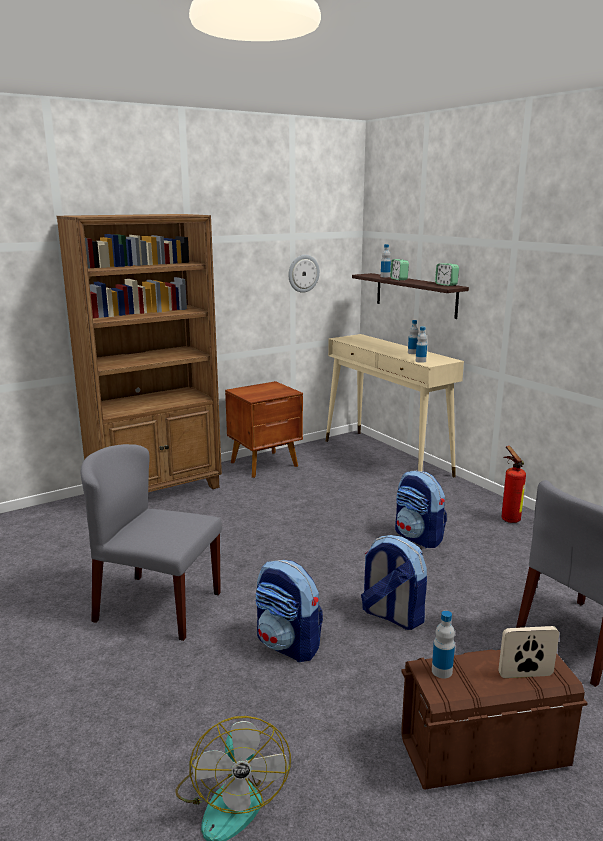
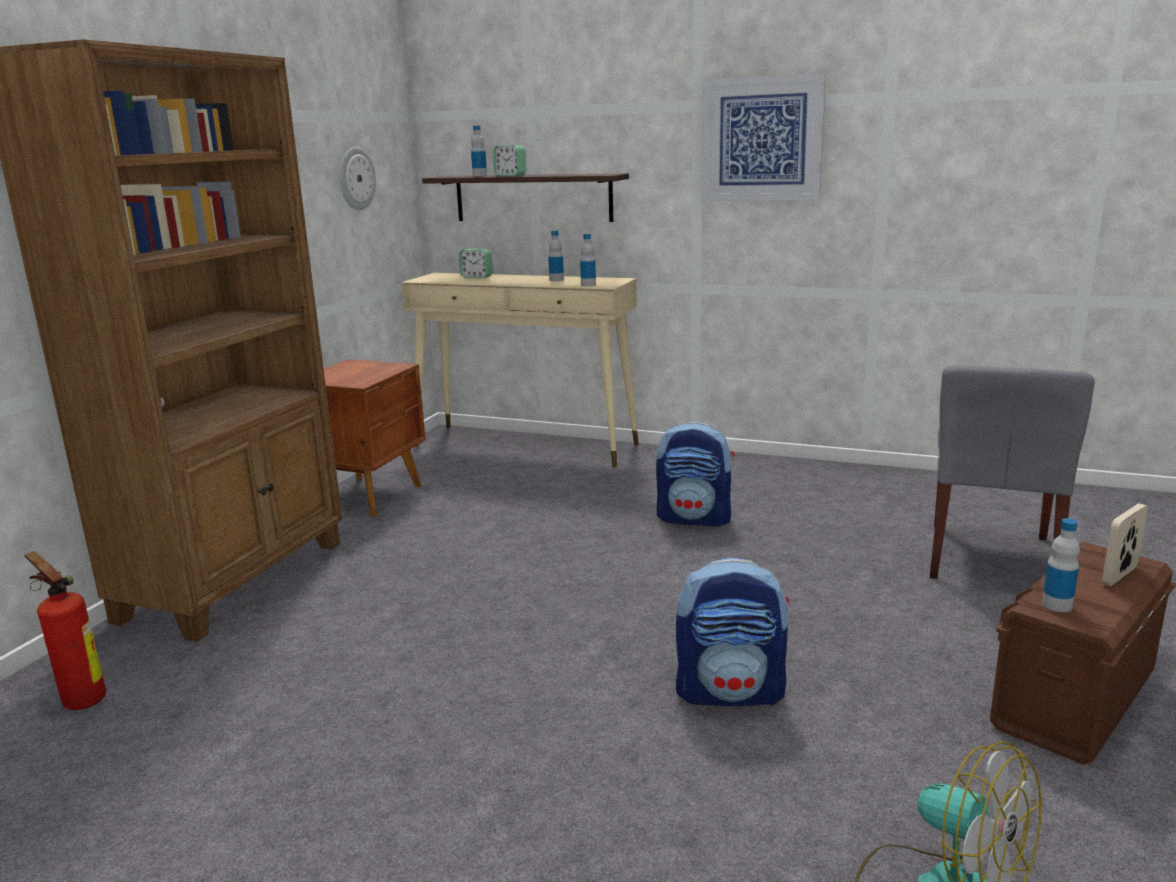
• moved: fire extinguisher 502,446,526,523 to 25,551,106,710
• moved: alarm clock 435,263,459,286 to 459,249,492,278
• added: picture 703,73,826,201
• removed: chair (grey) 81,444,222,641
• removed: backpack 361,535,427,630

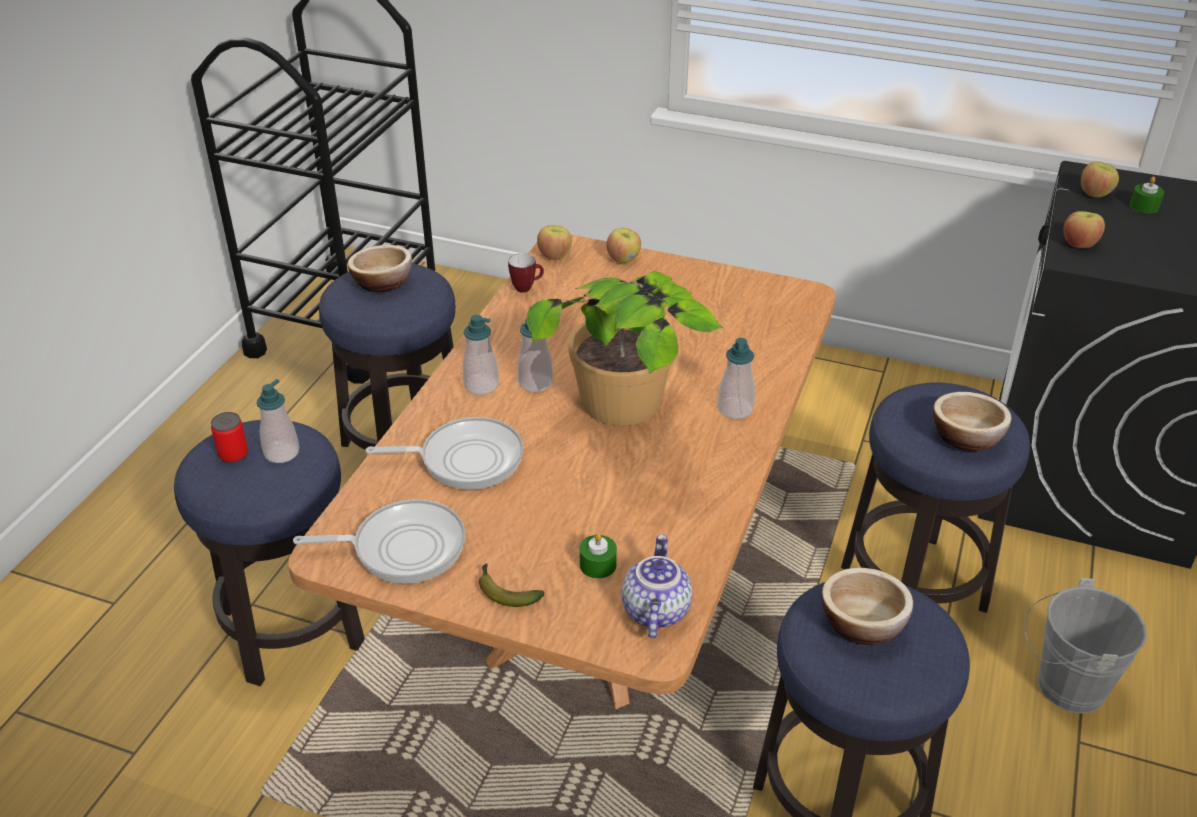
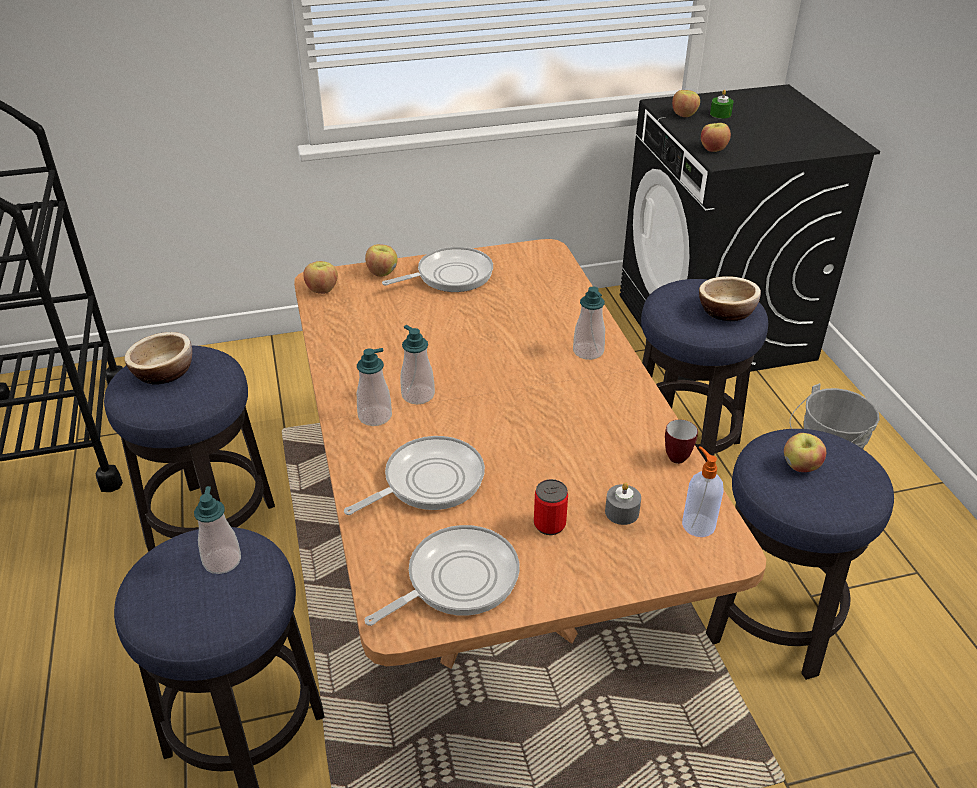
• added: frying pan 382,247,493,292
• moved: can 211,412,248,463 to 534,479,568,535
• recoloured: candle (green) 580,533,617,579 to candle (grey) 605,483,641,525
• moved: mug 508,253,544,293 to 665,420,698,464
• replaced: teapot 622,534,693,638 to soap dispenser 682,446,724,537
• replaced: bowl 822,568,913,645 to apple 784,433,826,472
• removed: banana 479,563,544,607
• removed: potted plant 527,271,723,426

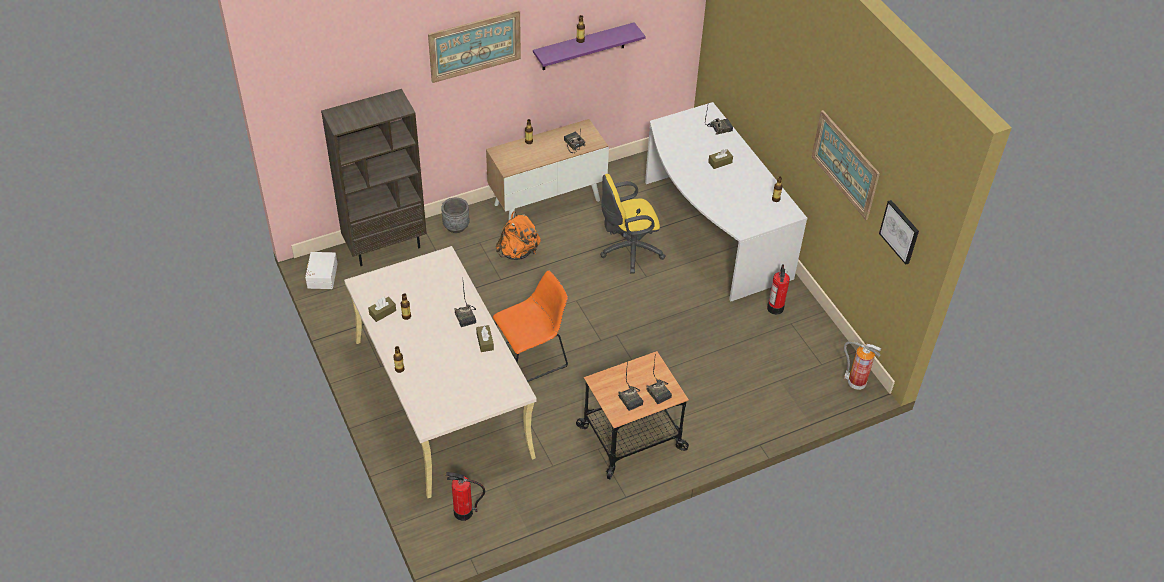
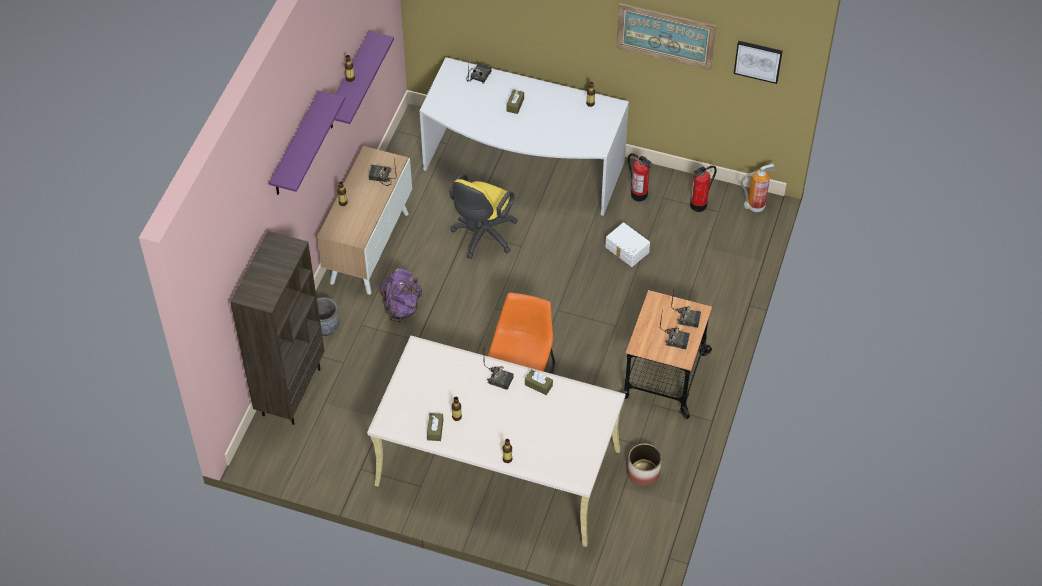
• replaced: picture 428,10,521,83 to shelf (purple) 269,91,345,195
• recoloured: backpack (orange) 495,211,541,260 to backpack (purple) 380,269,422,322
• moved: storage box (white) 305,252,337,289 to 605,222,650,267
• added: planter 627,444,662,486
• moved: fire extinguisher 446,472,485,521 to 690,166,717,212

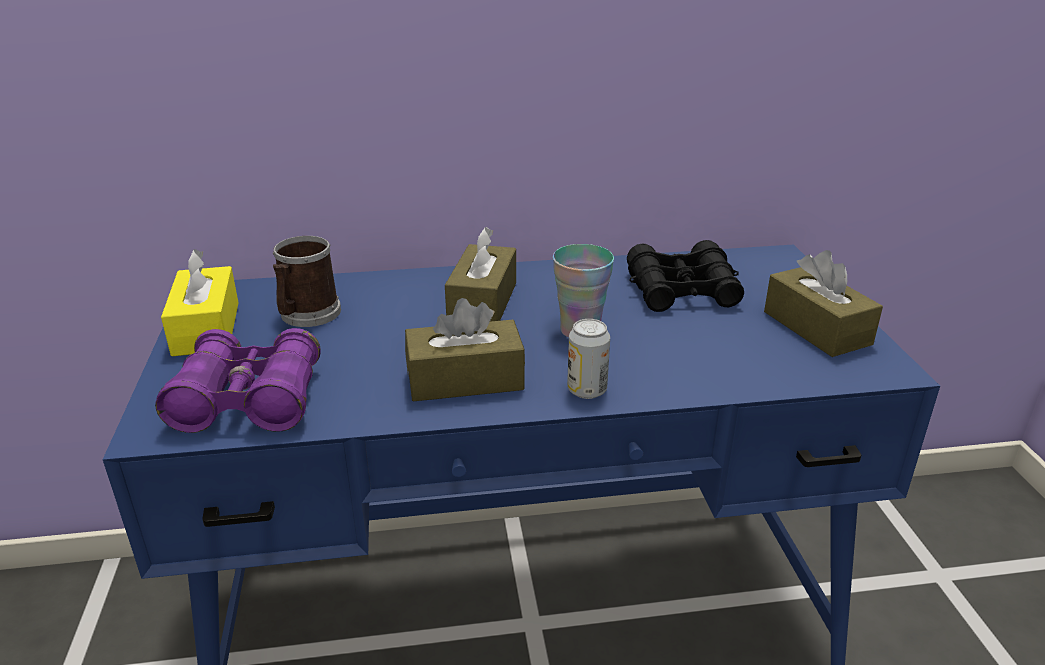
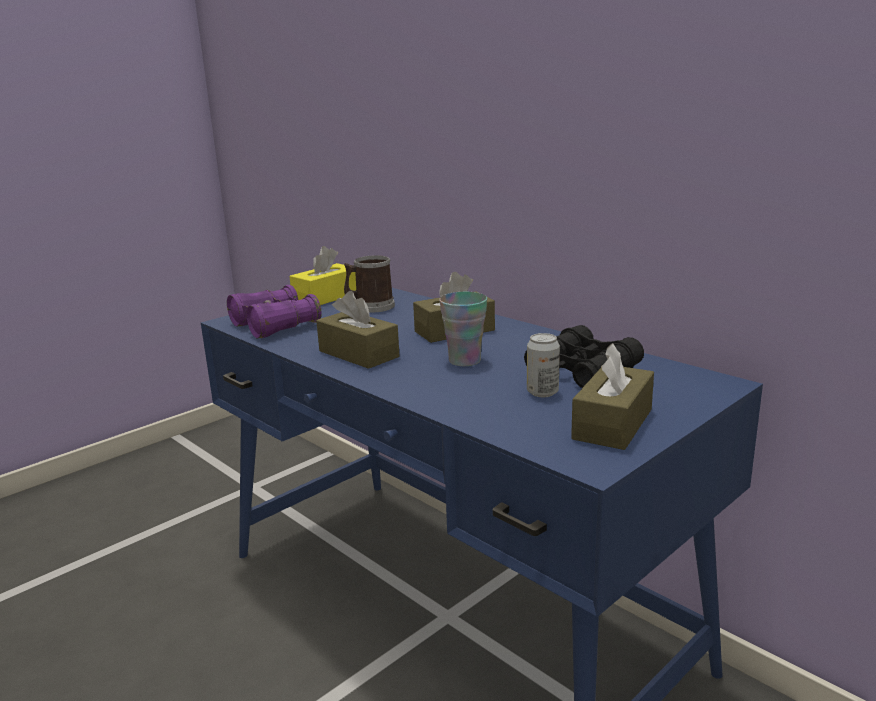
• moved: can 567,319,610,399 to 527,333,560,397

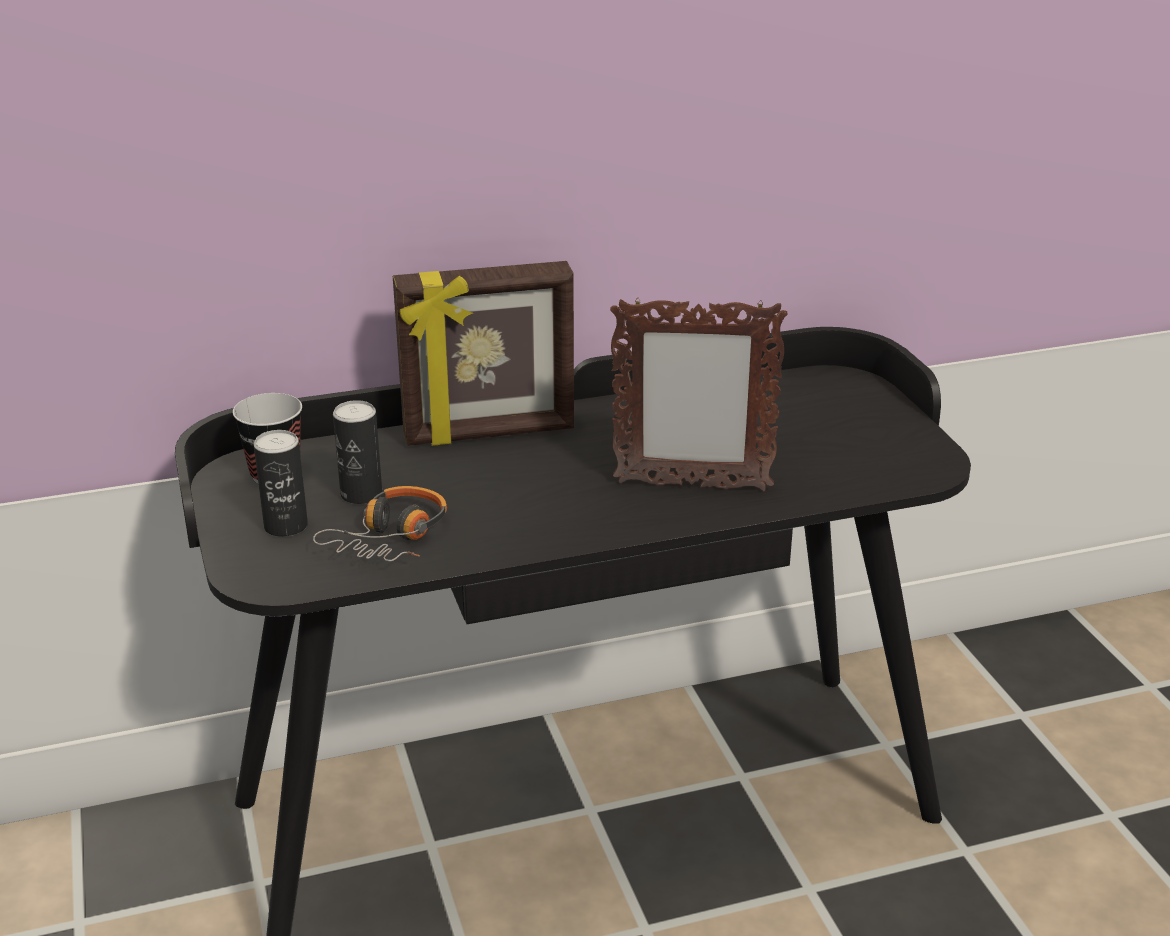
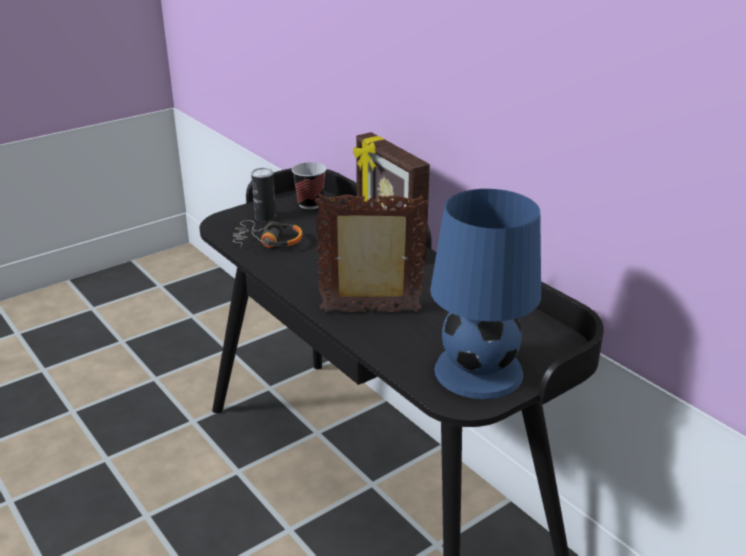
• turned: picture frame 610,298,787,491 = 315,194,428,313 105 degrees clockwise
• added: table lamp (blue) 430,189,541,399
• removed: can 333,400,382,504

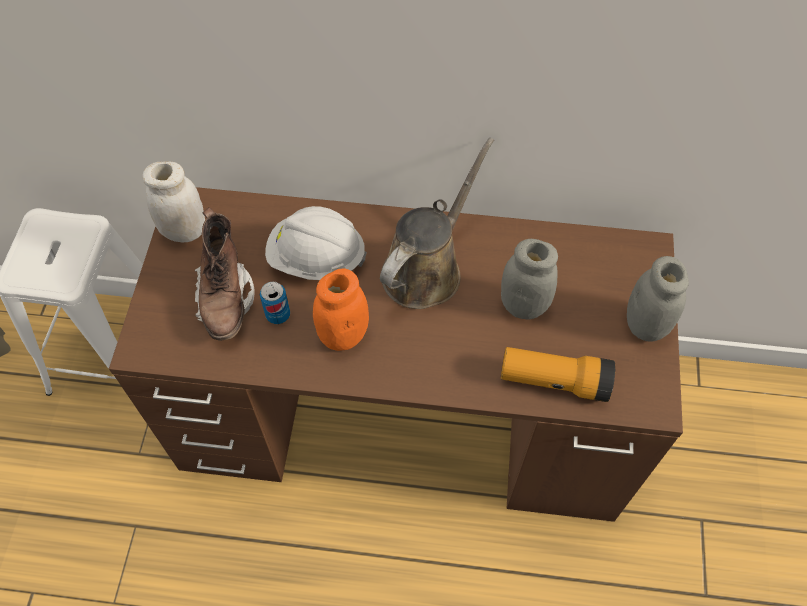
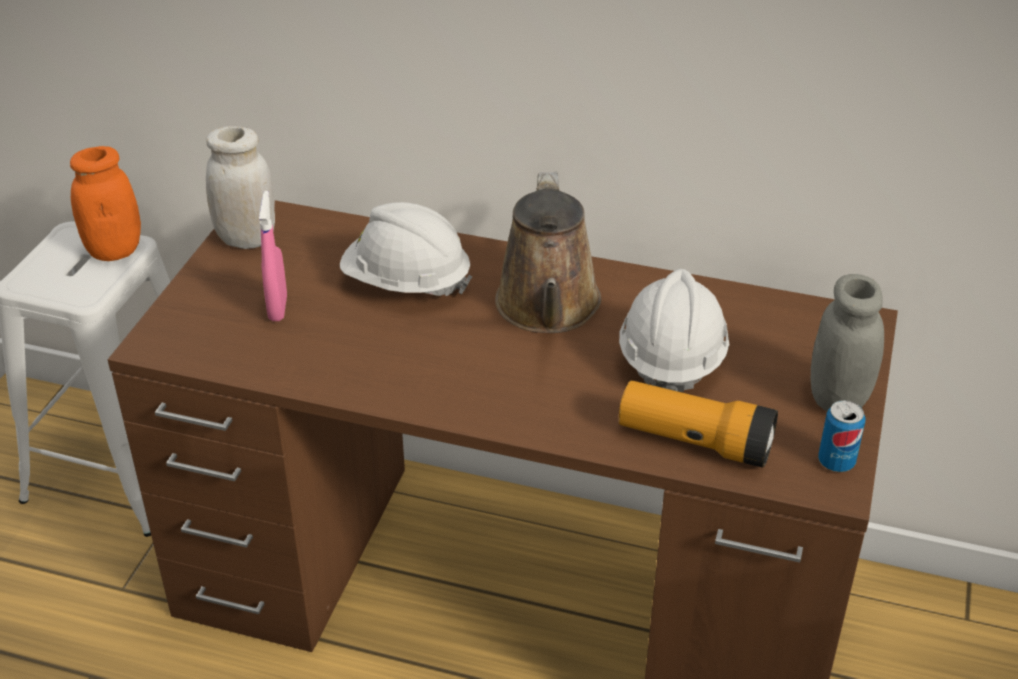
• moved: jar (orange) 313,268,369,351 to 70,146,141,261
• replaced: boot (brown) 195,207,255,341 to spray bottle (pink) 259,191,287,321
• turned: watering can (brown) 380,138,494,309 = 495,172,601,333 135 degrees clockwise
• replaced: jar (grey) 501,239,558,320 to hard hat (white) 619,269,729,392
• moved: can 260,282,290,324 to 818,400,865,472

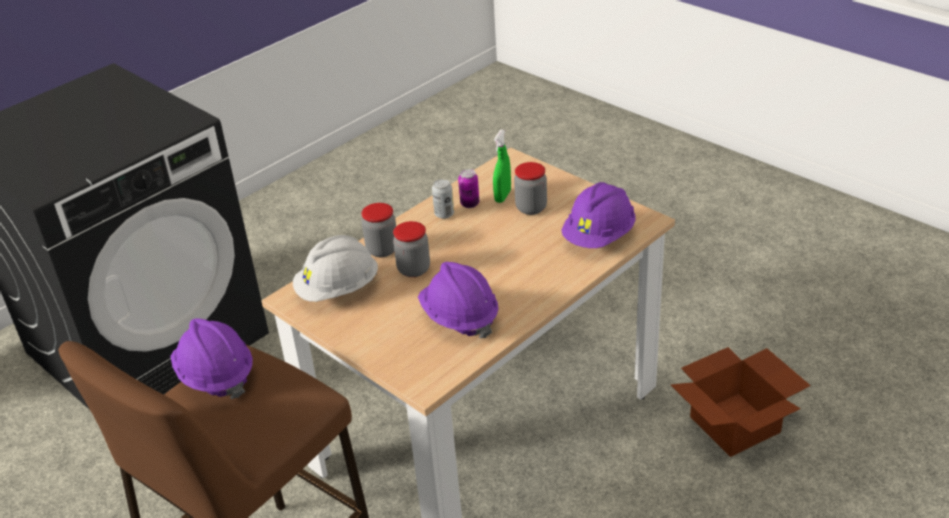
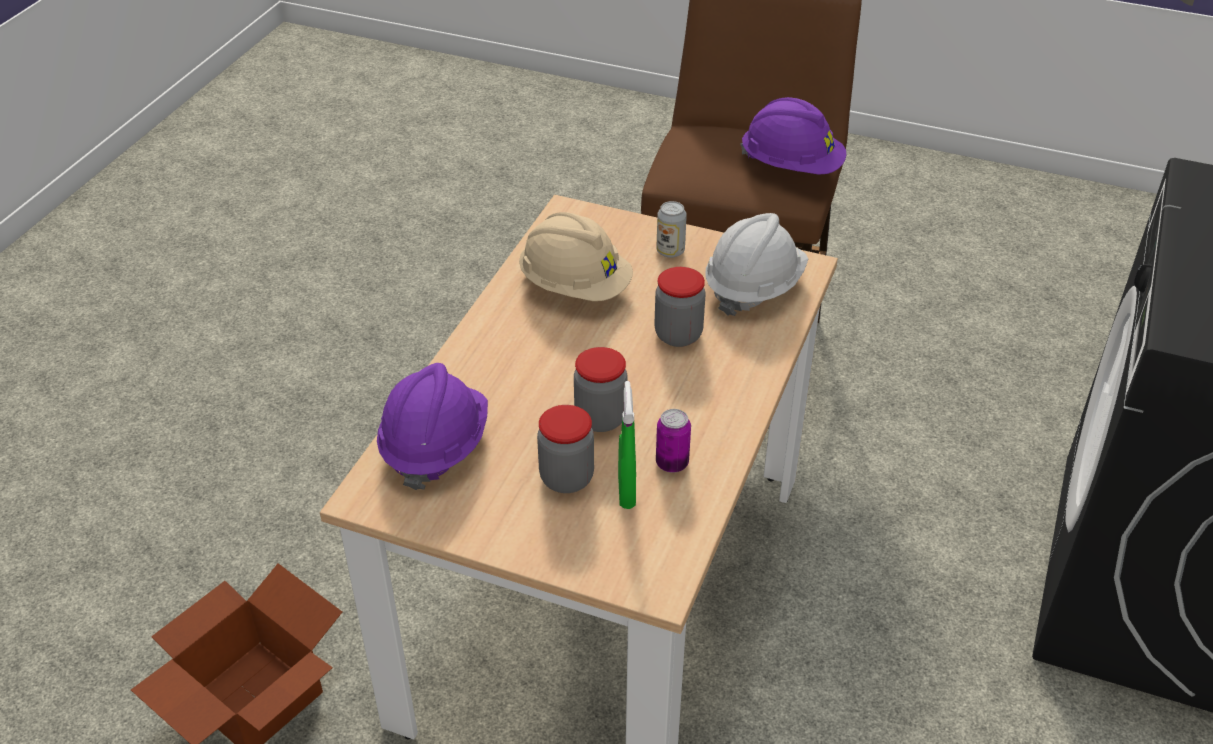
• recoloured: hard hat (purple) 418,262,498,339 to hard hat (beige) 519,212,633,301
• moved: jar 361,203,396,257 to 574,347,627,432
• moved: can 432,179,454,219 to 657,201,687,258

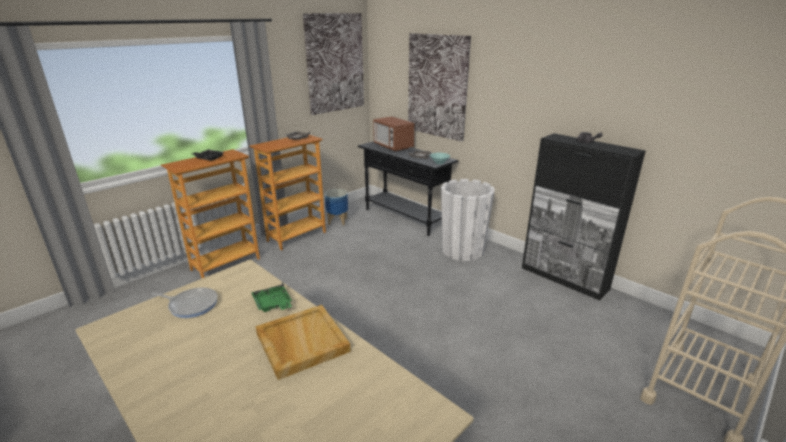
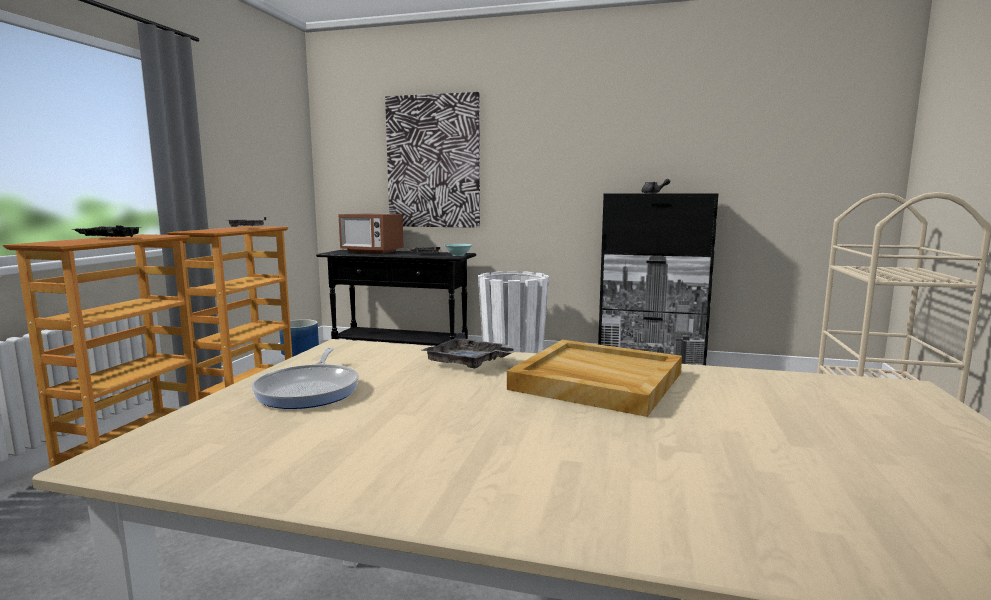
• turned: frying pan 151,288,218,318 = 251,348,359,409 105 degrees clockwise
• recoloured: tray (green) 251,282,292,312 to tray (grey) 422,332,521,369
• removed: picture 303,13,364,115

